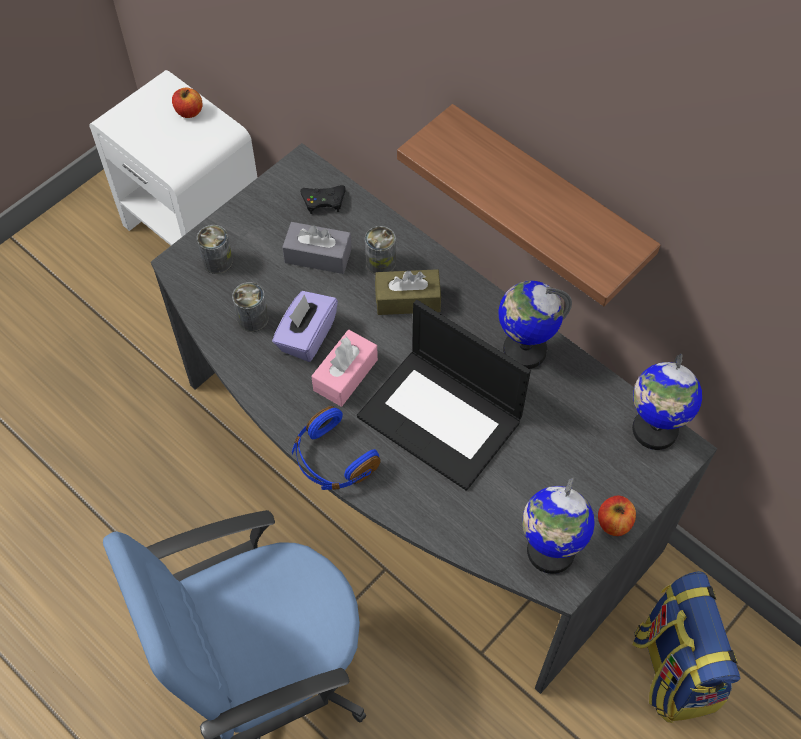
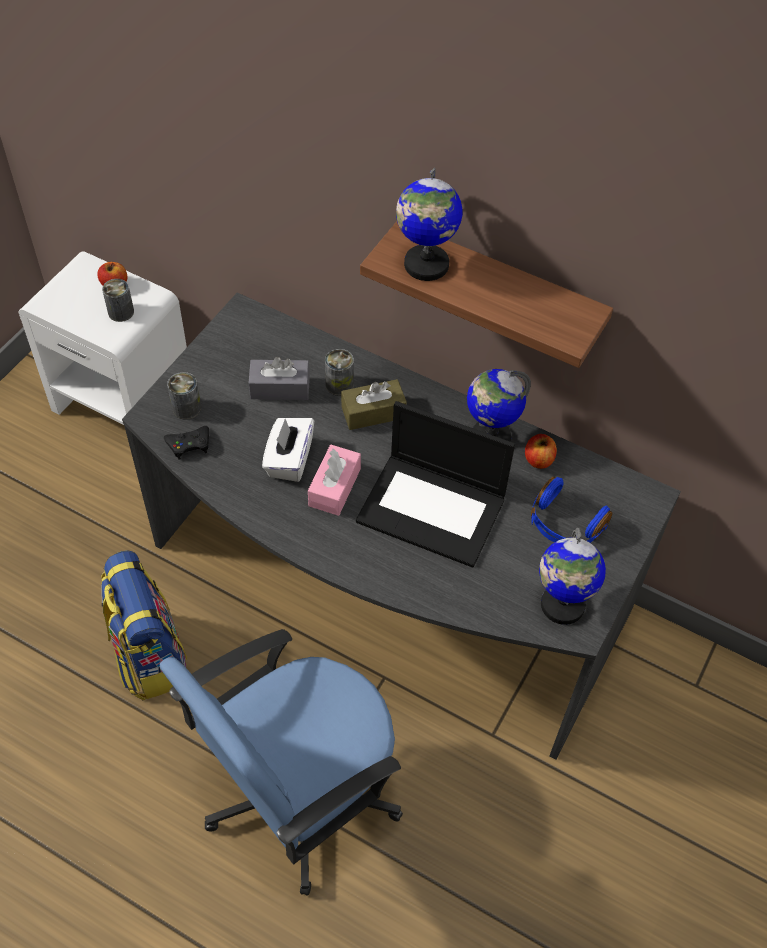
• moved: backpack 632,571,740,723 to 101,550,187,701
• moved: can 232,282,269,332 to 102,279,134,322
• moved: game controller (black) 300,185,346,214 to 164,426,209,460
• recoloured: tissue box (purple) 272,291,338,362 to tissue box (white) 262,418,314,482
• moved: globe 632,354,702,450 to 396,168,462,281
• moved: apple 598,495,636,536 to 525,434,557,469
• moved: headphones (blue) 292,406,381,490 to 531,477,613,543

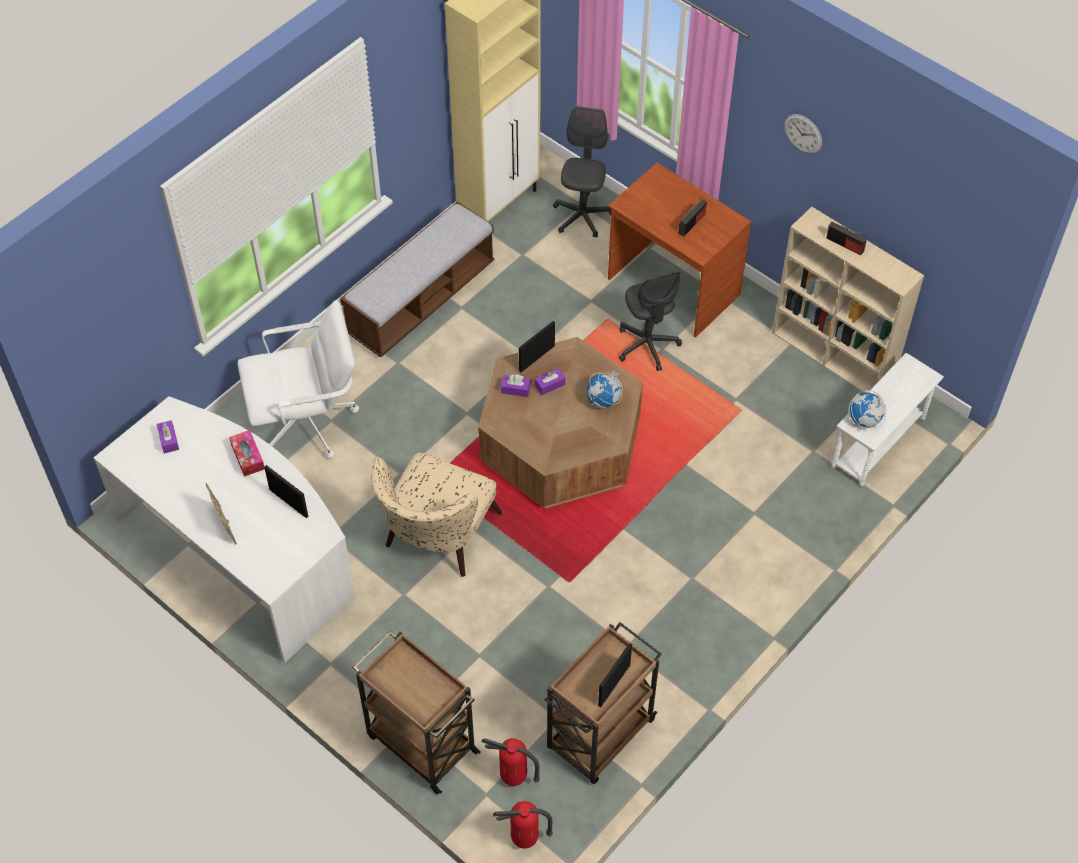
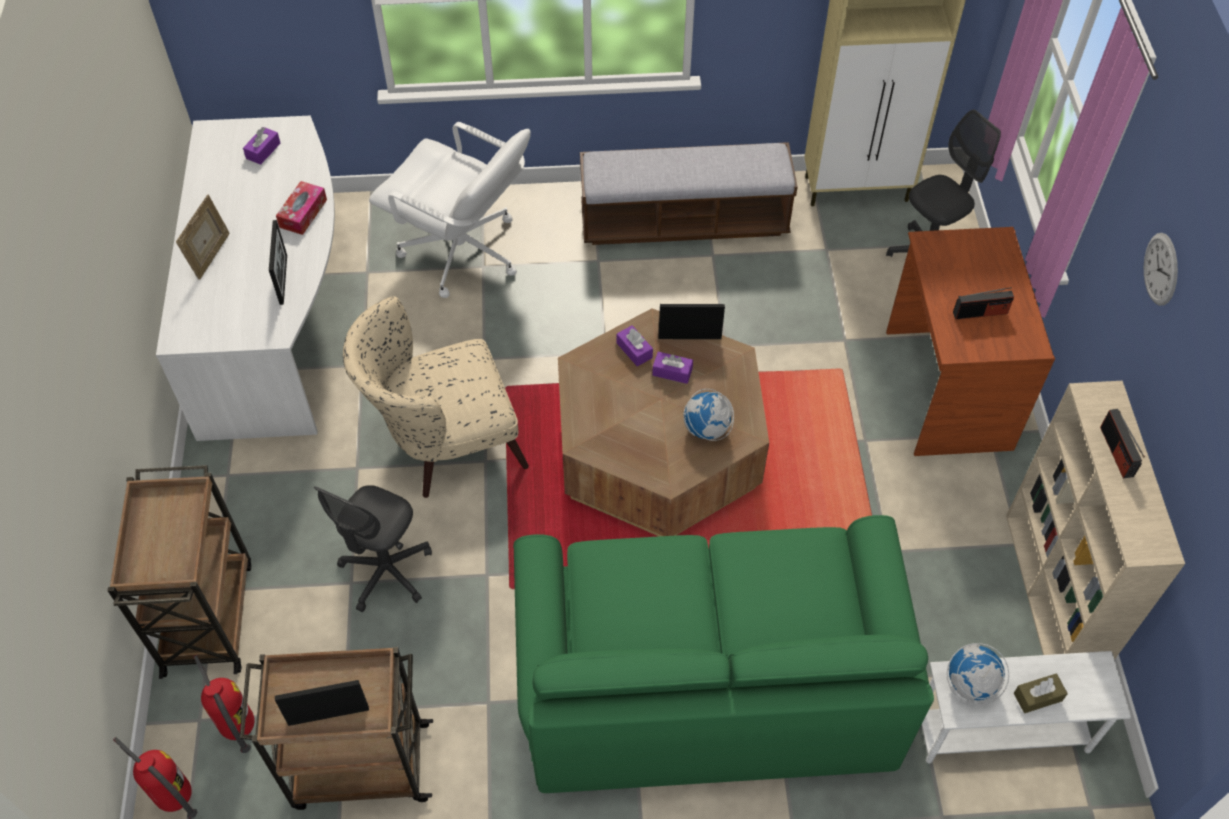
• moved: office chair (grey) 619,272,682,371 to 314,485,432,612
• added: sofa (green) 513,515,934,793
• added: tissue box (brown) 1014,673,1068,713

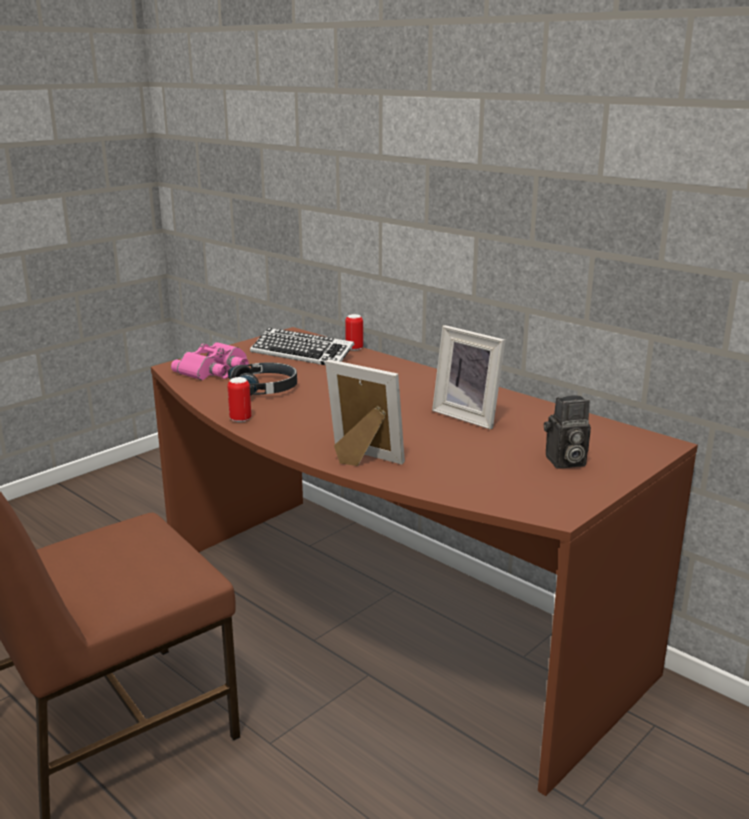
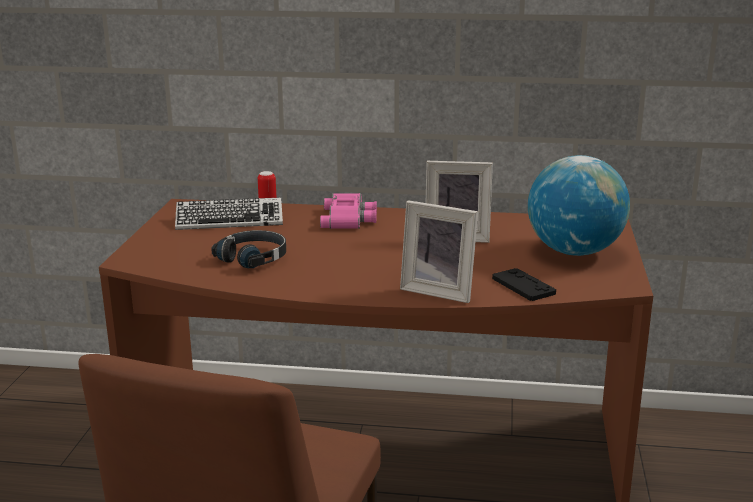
• moved: binoculars (pink) 171,342,249,380 to 320,193,377,229
• turned: picture frame 325,359,405,466 = 400,200,478,303 150 degrees counterclockwise
• added: game controller (black) 492,268,556,301
• replaced: photo camera 544,395,591,468 to globe 528,155,630,256
• removed: can 228,377,251,422

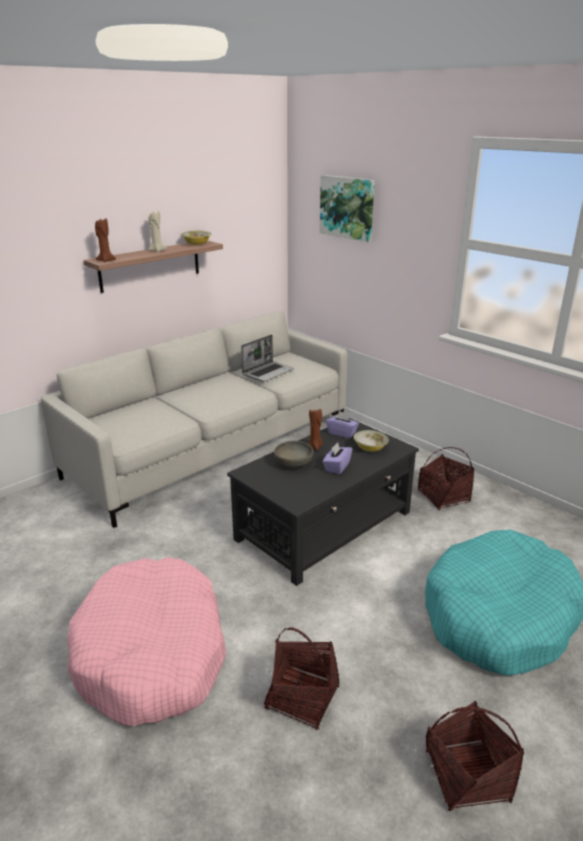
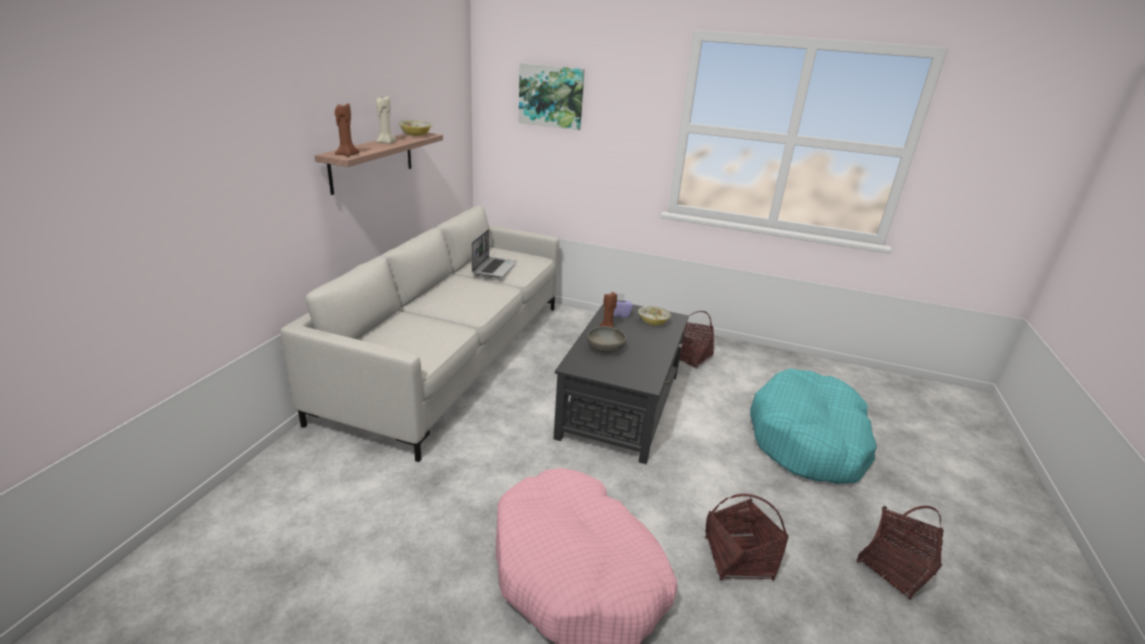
• removed: tissue box (purple) 323,442,352,474

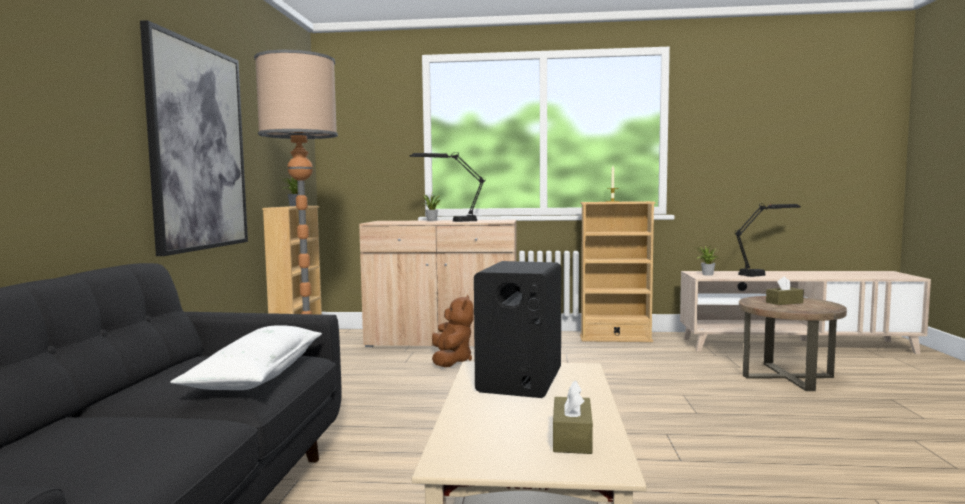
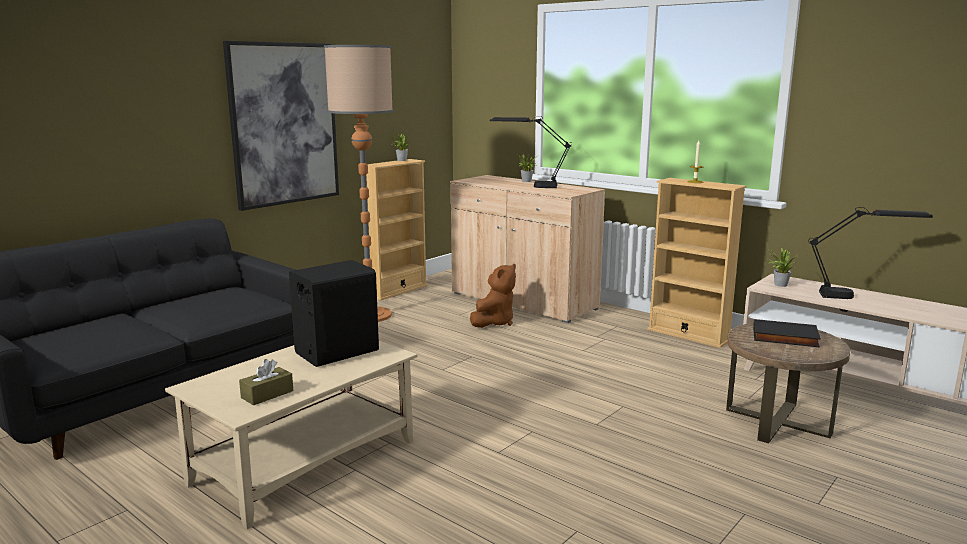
• replaced: tissue box (brown) 766,276,804,305 to book (black) 753,319,821,348
• removed: pillow (white) 170,325,322,390

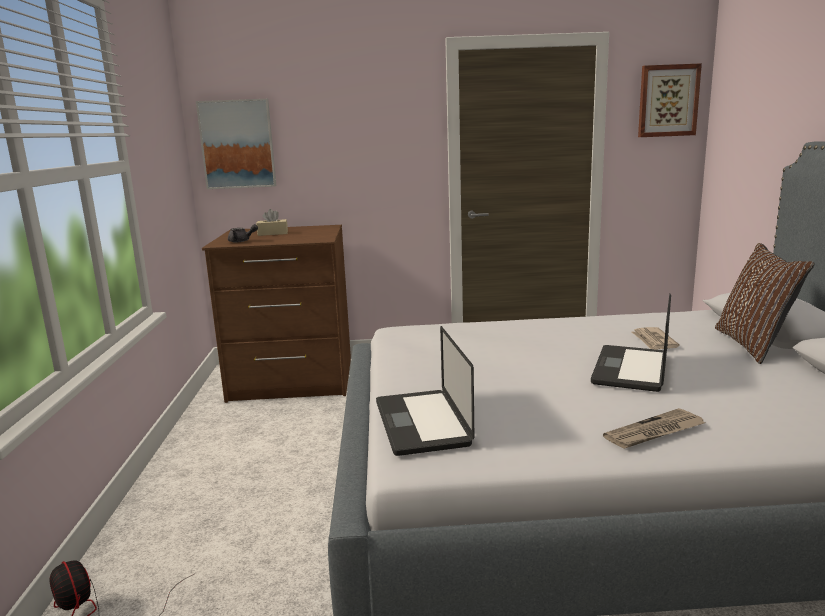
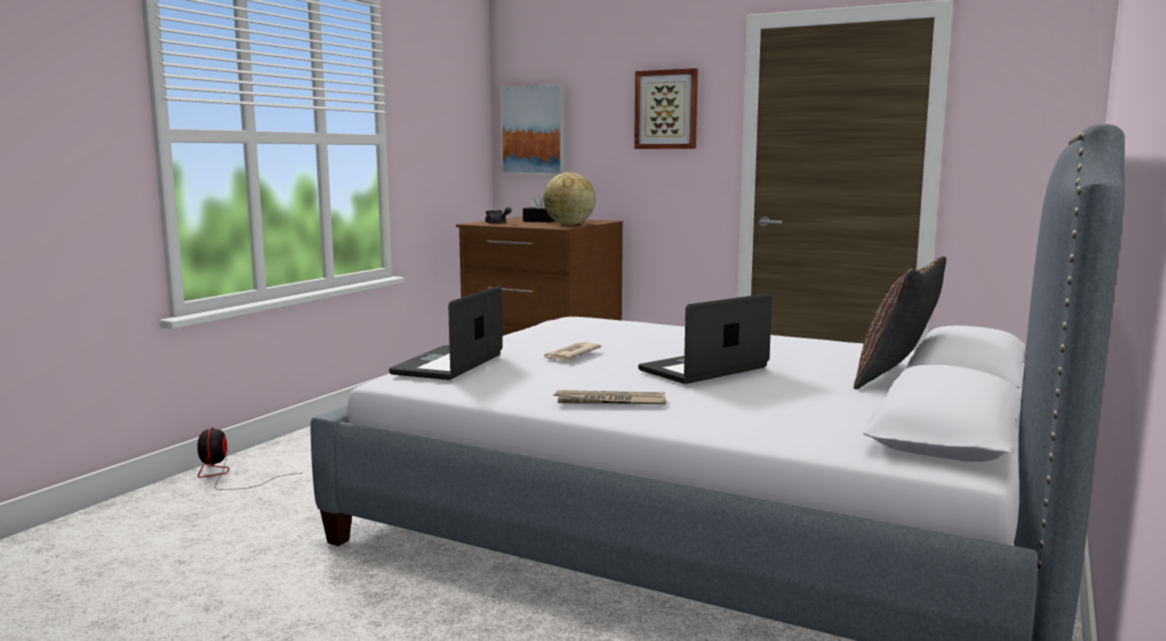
• recoloured: tissue box (beige) 256,209,288,236 to tissue box (black) 523,195,556,222
• moved: newspaper 632,327,680,350 to 542,342,601,360
• added: globe 543,172,596,225
• moved: picture 638,63,702,137 to 634,68,698,149

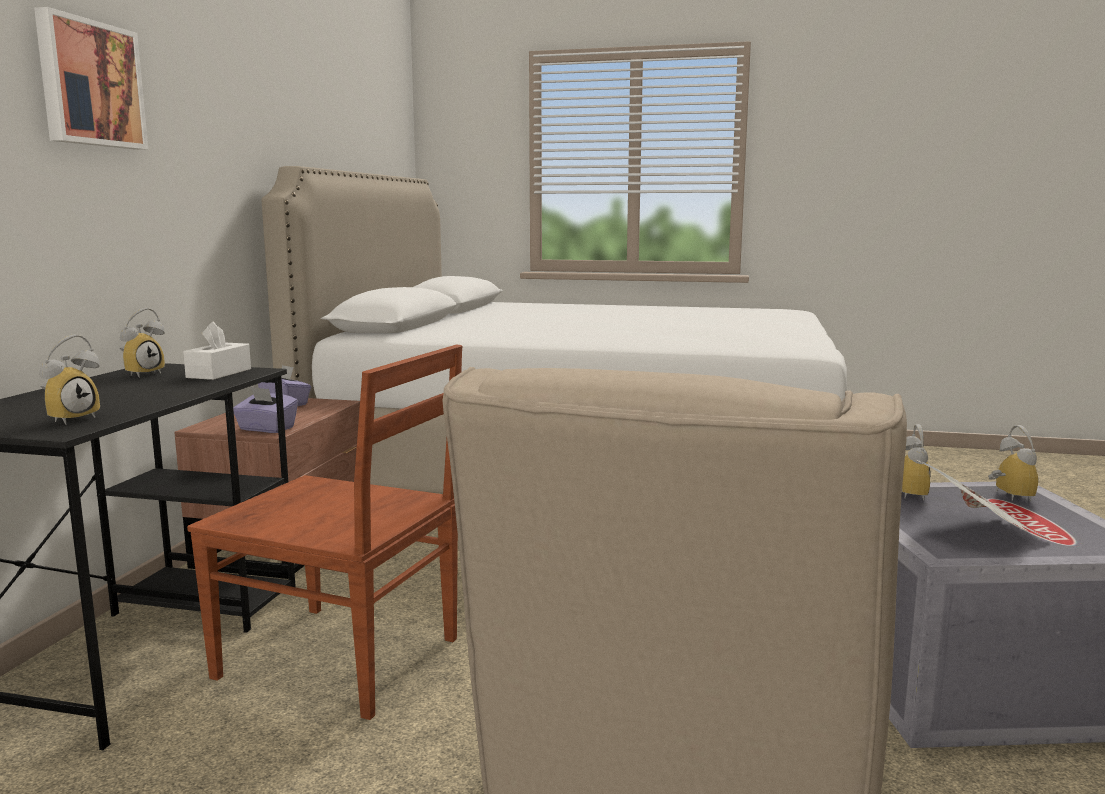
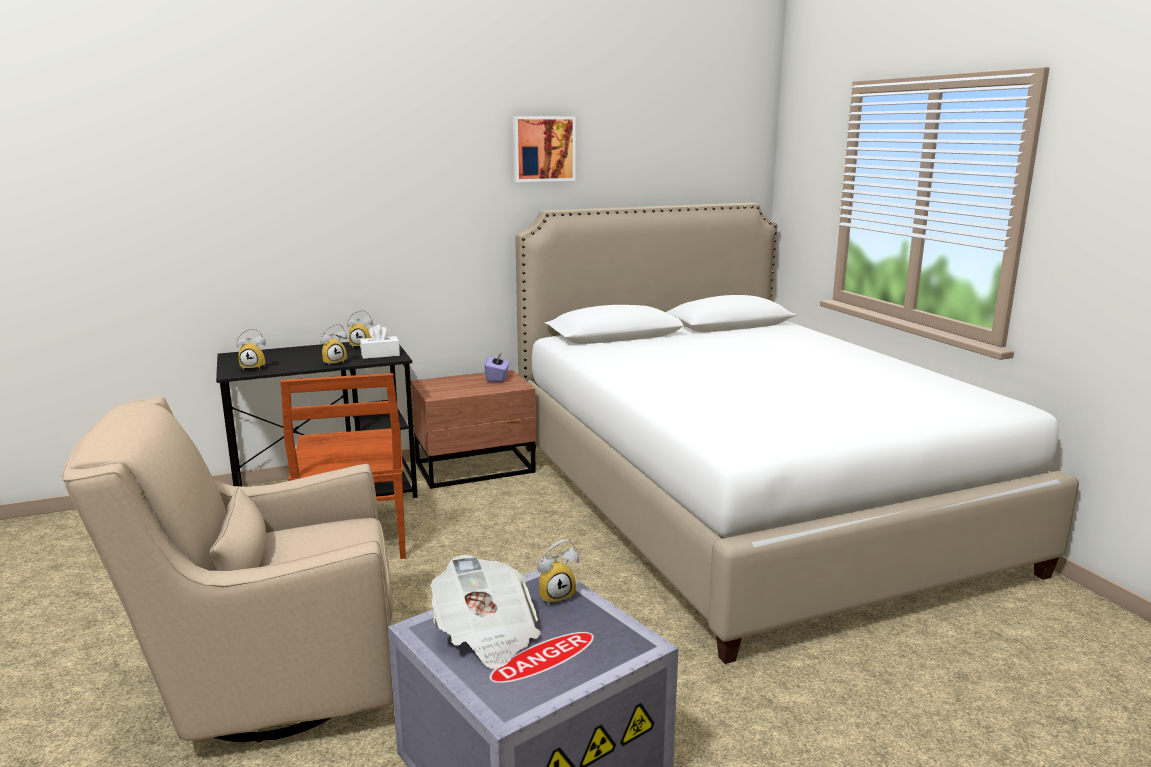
• moved: alarm clock 988,425,1038,501 to 320,323,347,366
• moved: picture 34,7,148,150 to 513,116,576,182
• removed: tissue box (purple) 233,387,298,433

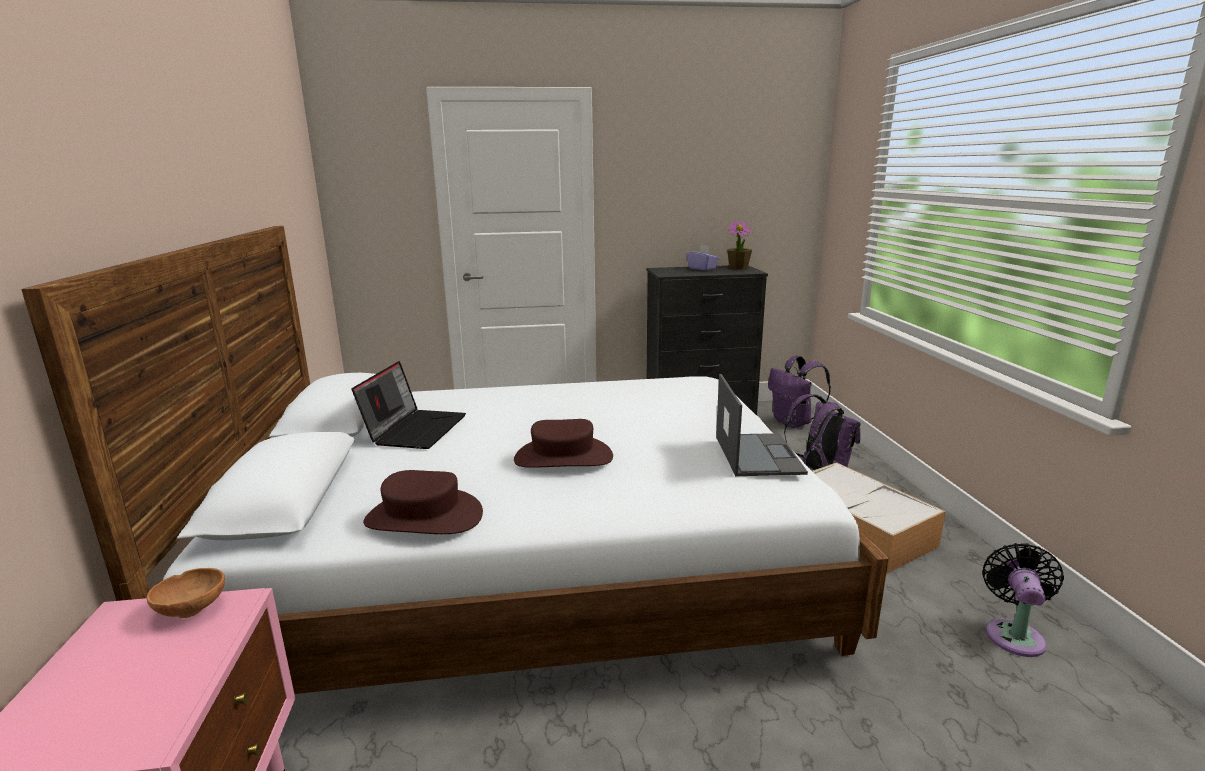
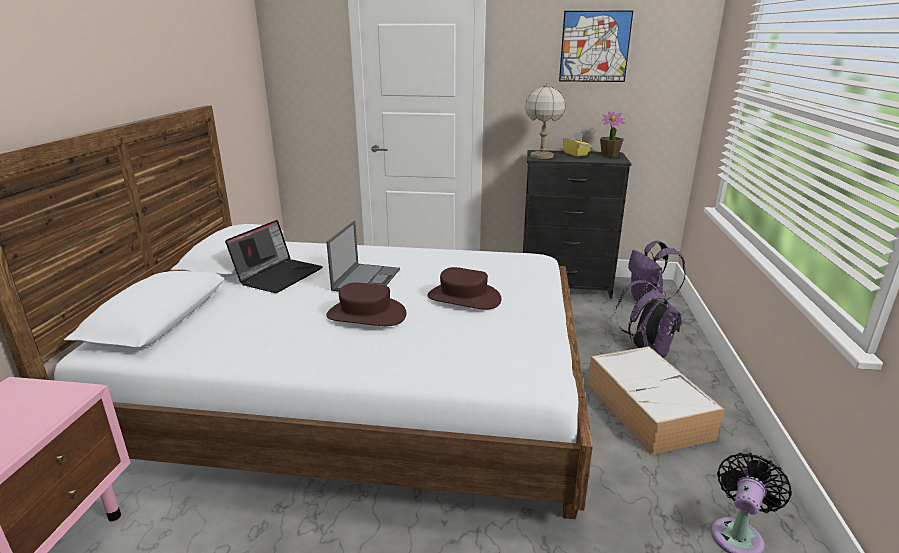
• moved: laptop 716,374,808,476 to 326,220,400,291
• moved: hat (brown) 363,470,483,534 to 427,267,502,310
• added: table lamp 525,83,566,159
• added: picture 559,11,633,82
• recoloured: tissue box (purple) 686,245,719,271 to tissue box (yellow) 563,133,591,156
• removed: bowl (brown) 147,568,225,618

